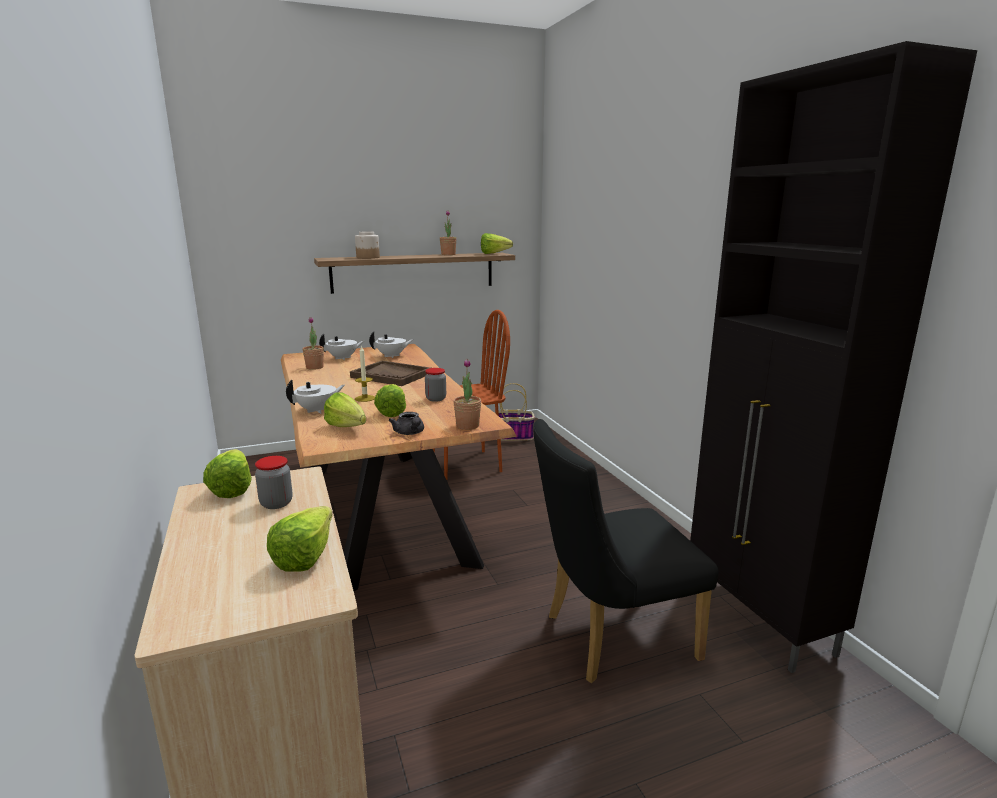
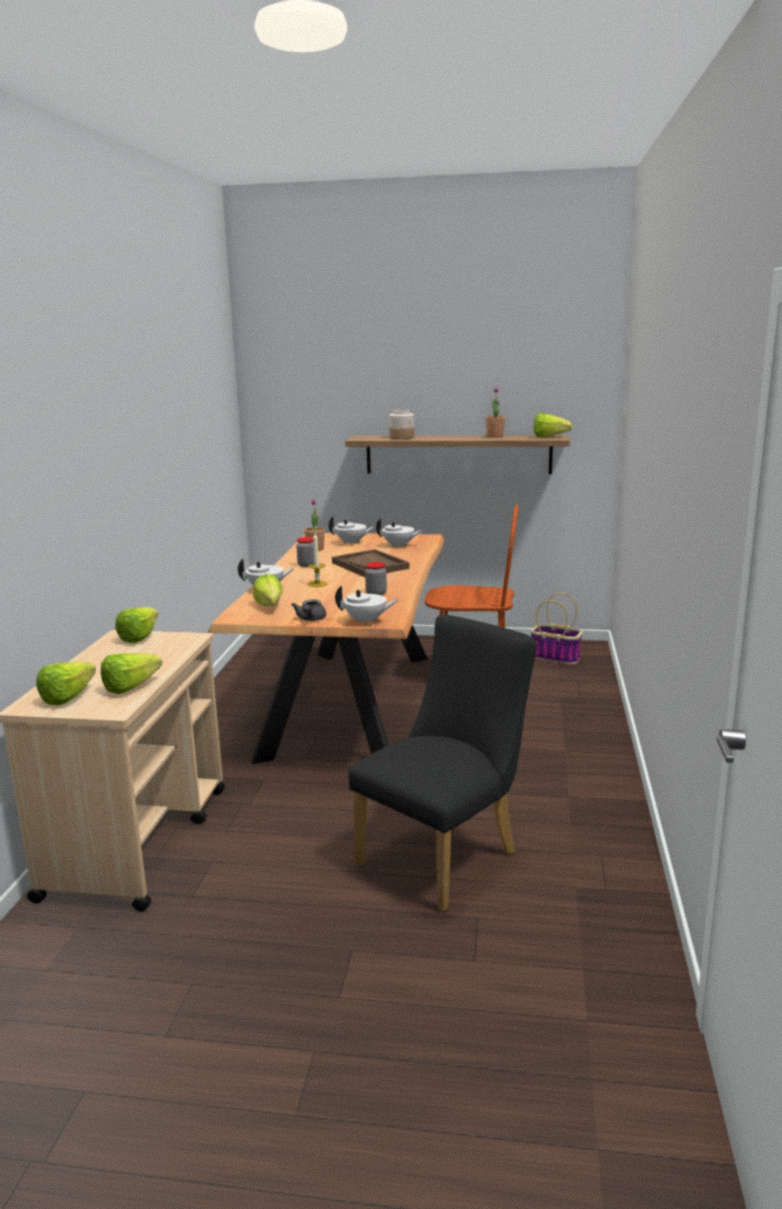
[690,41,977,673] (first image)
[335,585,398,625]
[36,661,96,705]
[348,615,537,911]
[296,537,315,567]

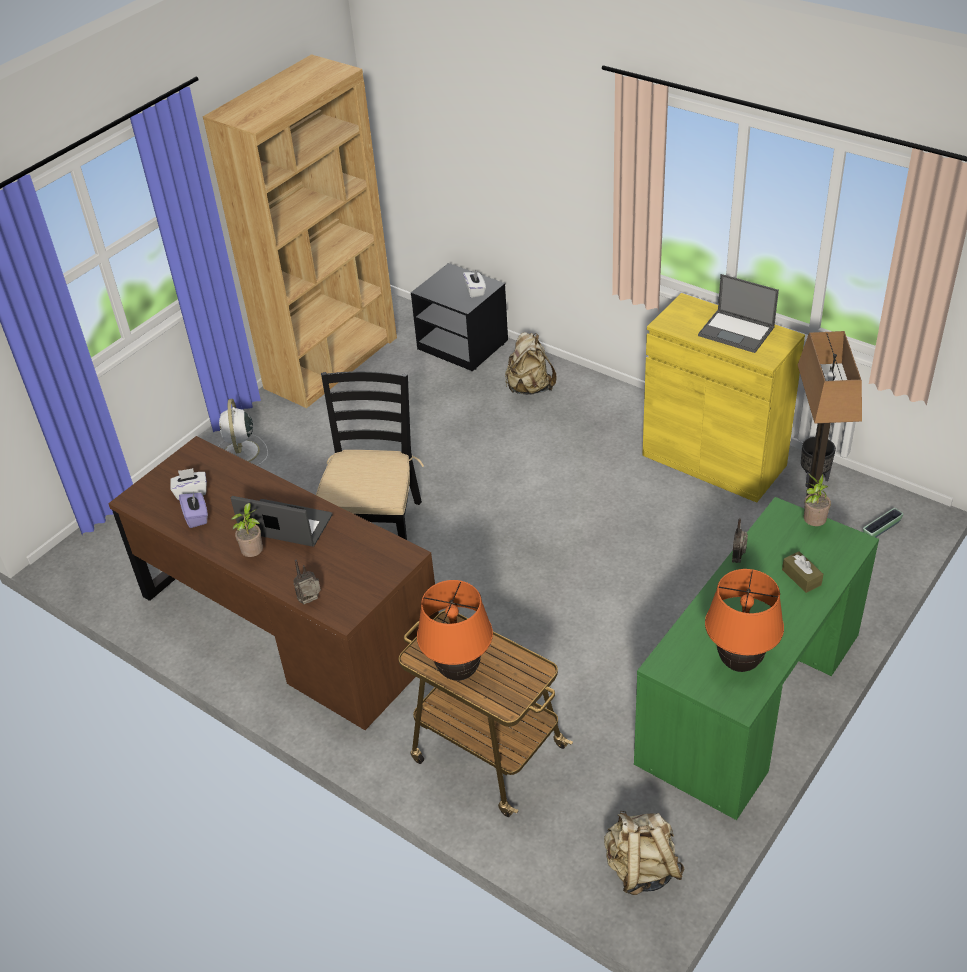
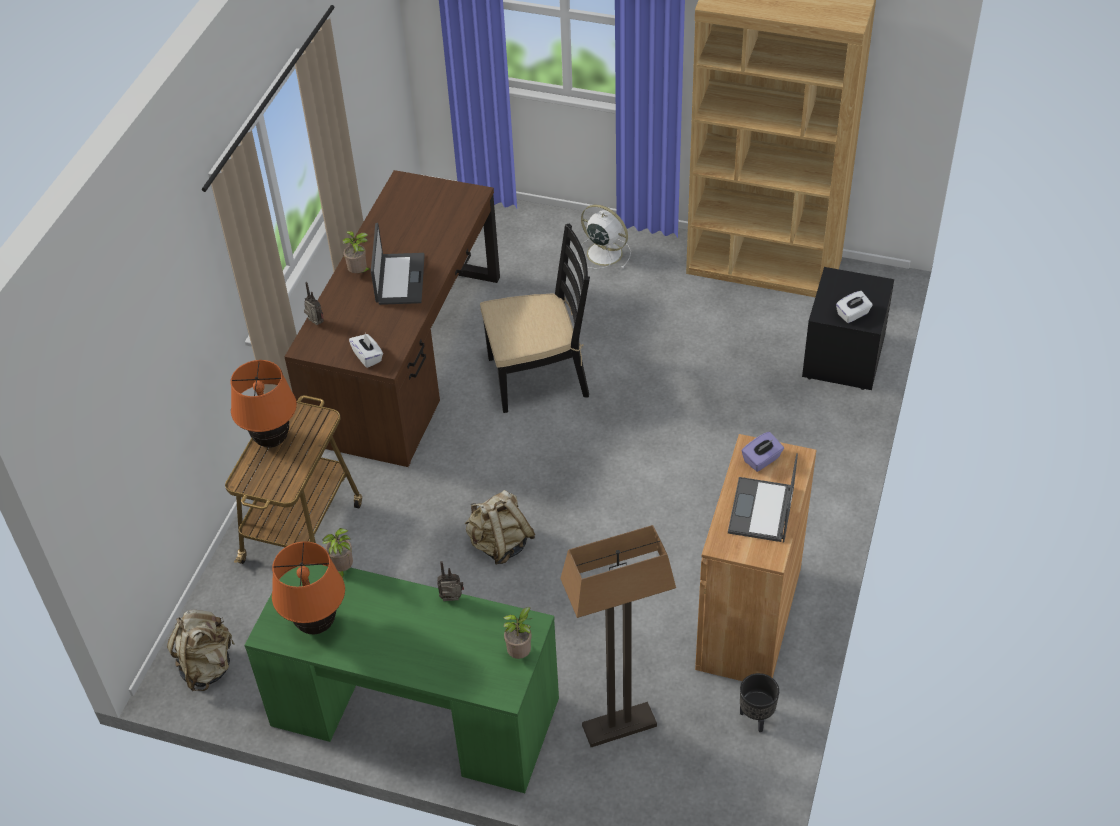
[695,434,816,681]
[465,490,535,565]
[577,205,631,269]
[349,334,383,368]
[741,432,784,472]
[863,508,904,537] (first image)
[782,551,823,593] (first image)
[322,528,353,578]

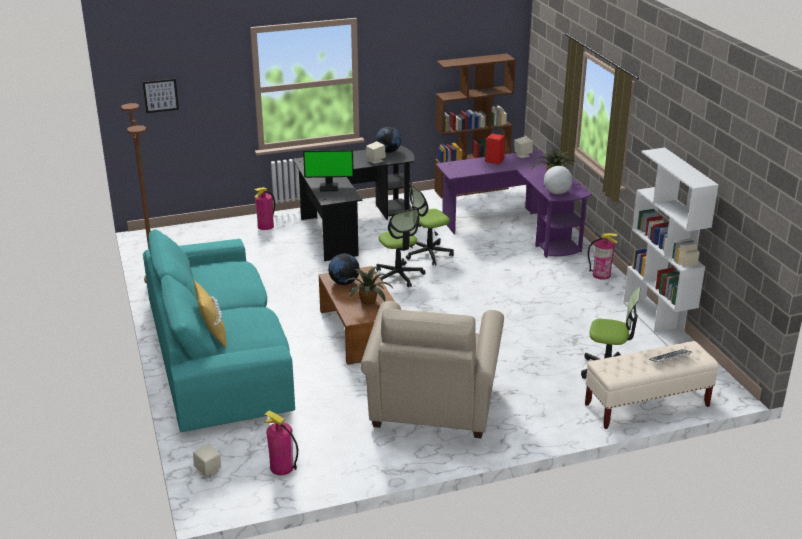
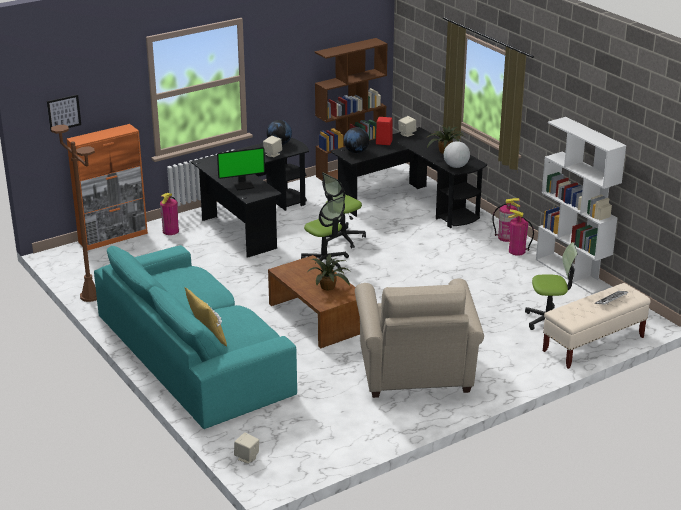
[330,127,487,228]
[344,127,369,153]
[508,209,534,256]
[67,124,148,251]

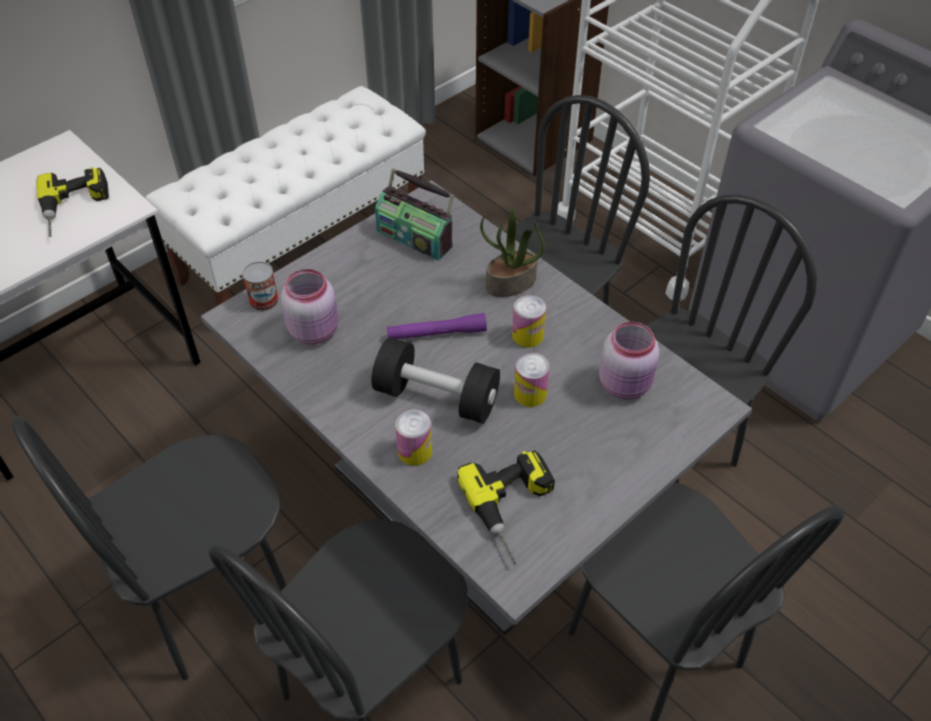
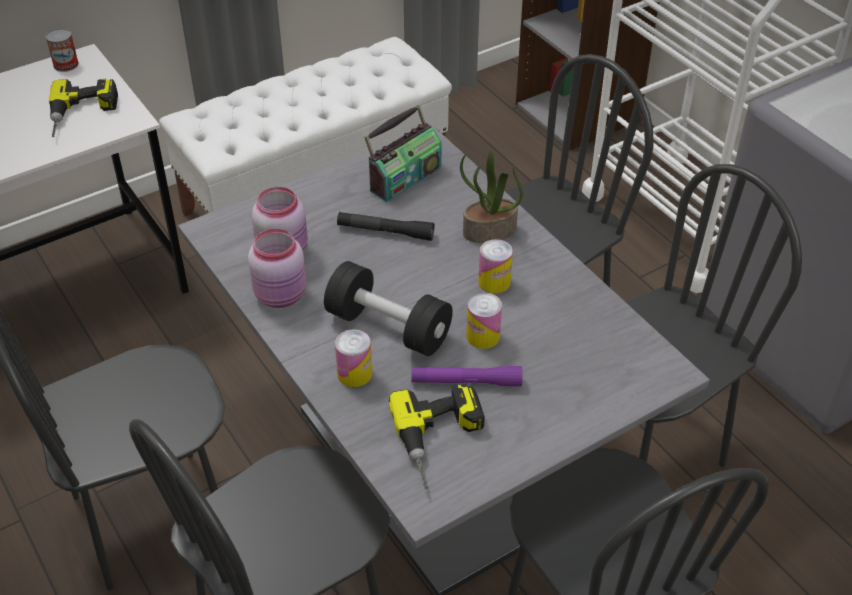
[364,105,442,202]
[45,28,79,72]
[411,366,522,387]
[248,228,306,308]
[337,212,435,241]

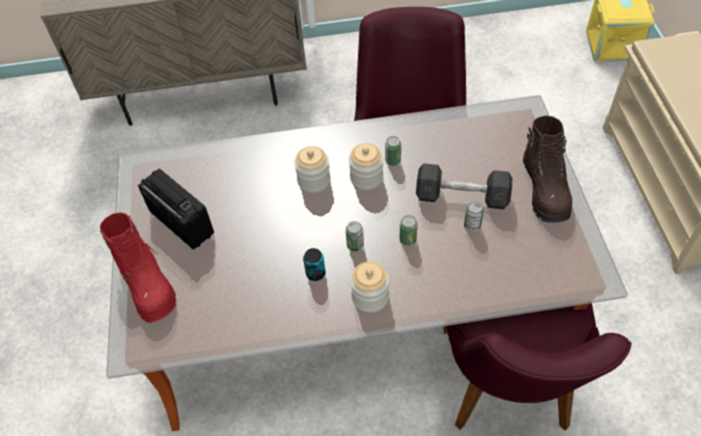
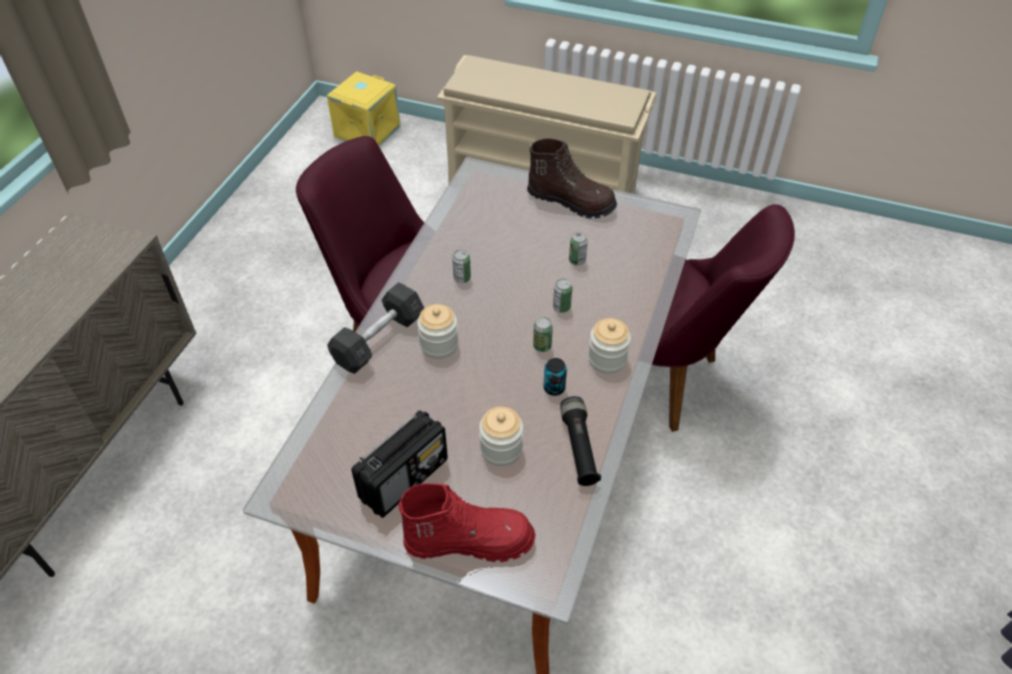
[479,407,523,466]
[327,282,424,374]
[351,410,448,518]
[560,396,601,486]

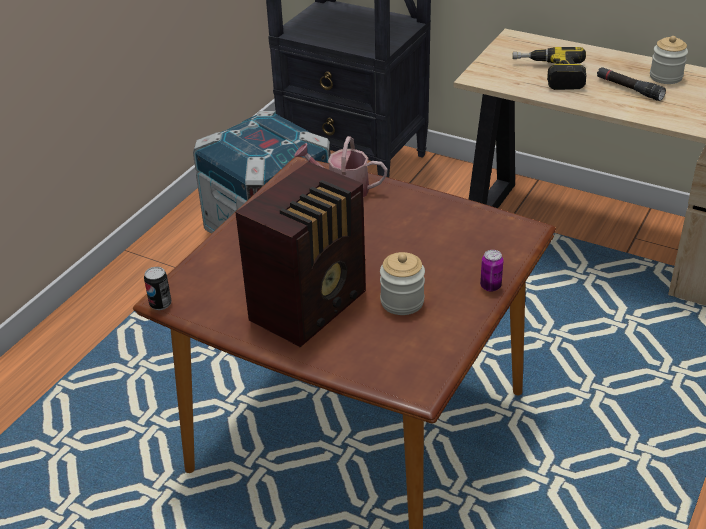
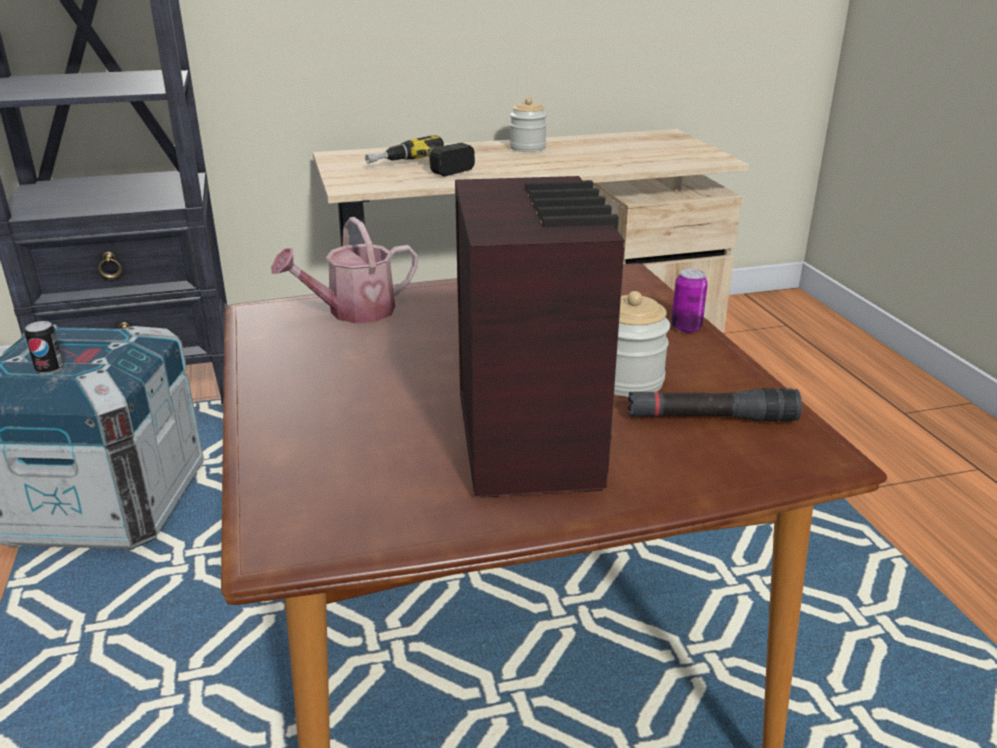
[628,388,802,422]
[25,321,64,375]

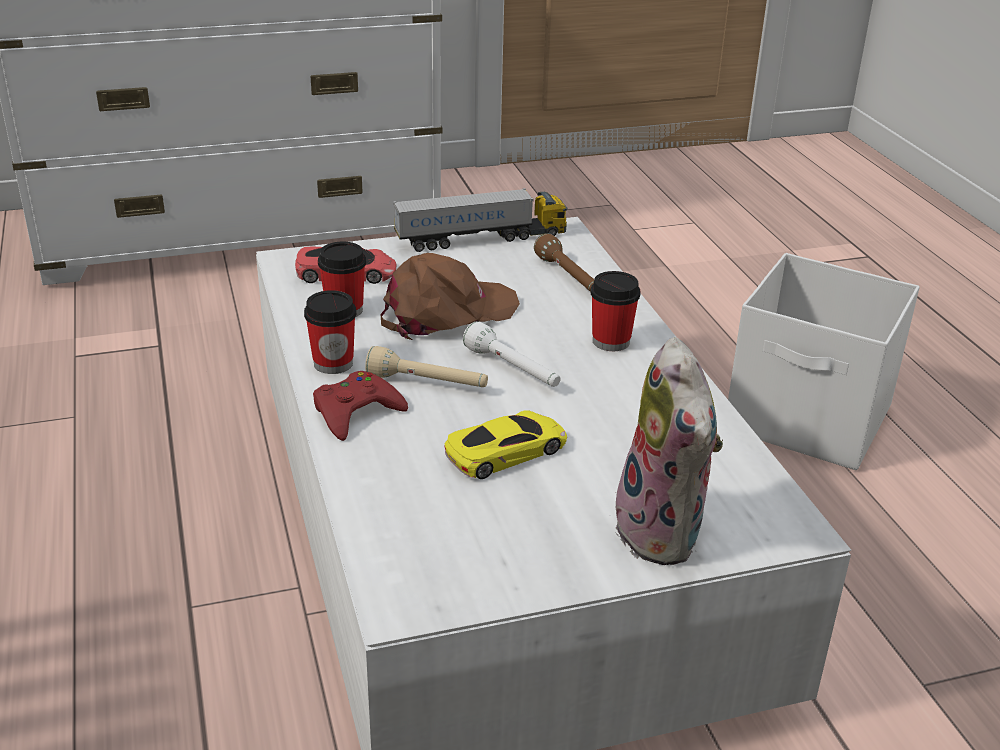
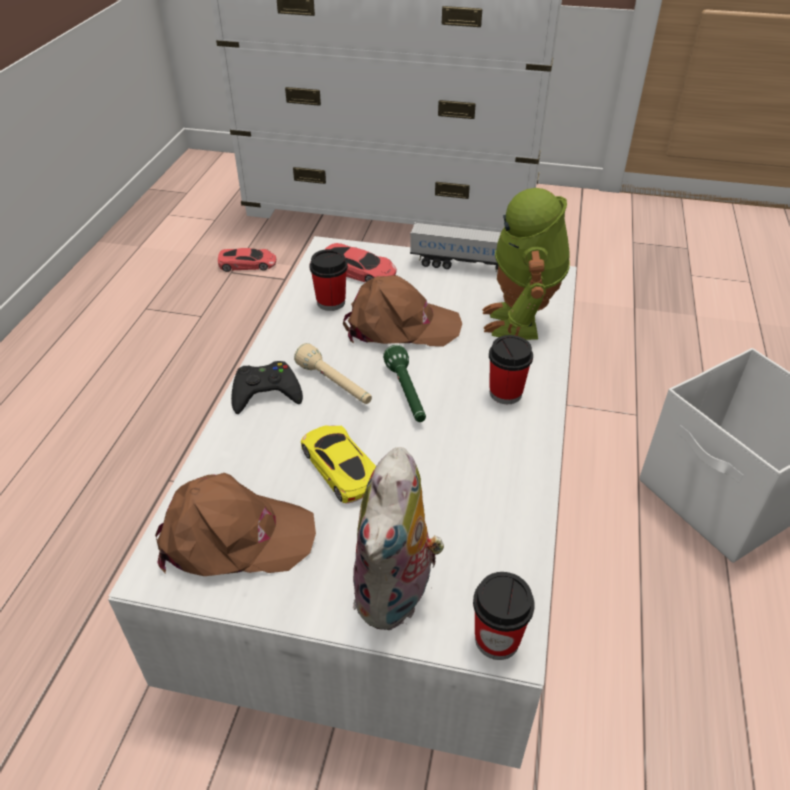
[482,188,570,340]
[473,572,535,660]
[383,345,426,422]
[231,361,303,414]
[301,425,376,504]
[218,248,276,272]
[155,473,316,576]

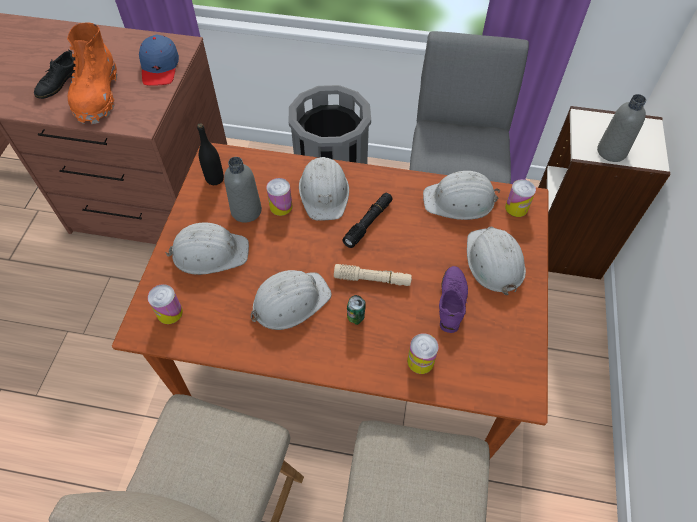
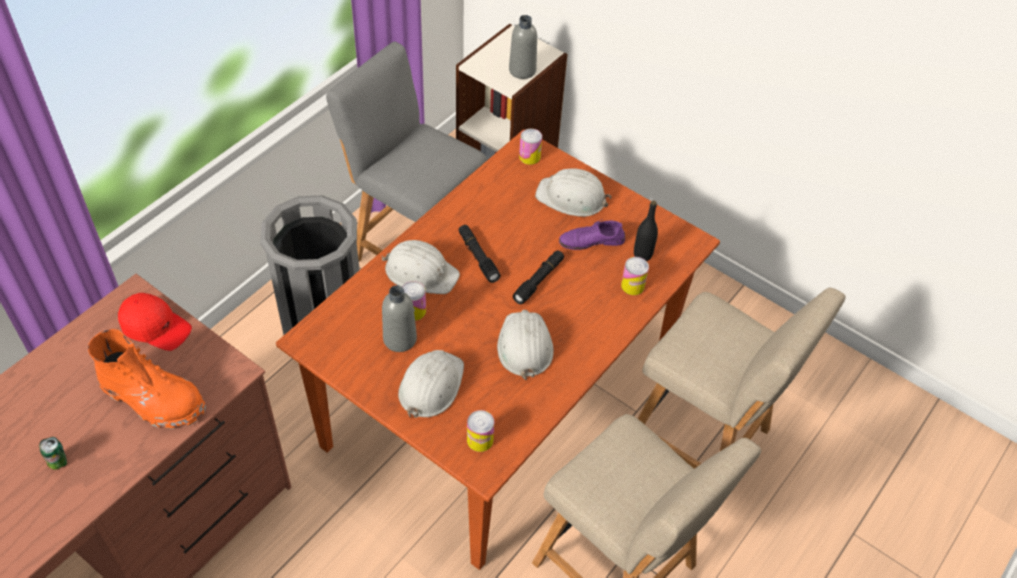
[118,293,192,351]
[34,50,75,99] (first image)
[634,201,658,261]
[423,171,500,220] (first image)
[513,250,564,304]
[559,219,625,250]
[39,437,67,470]

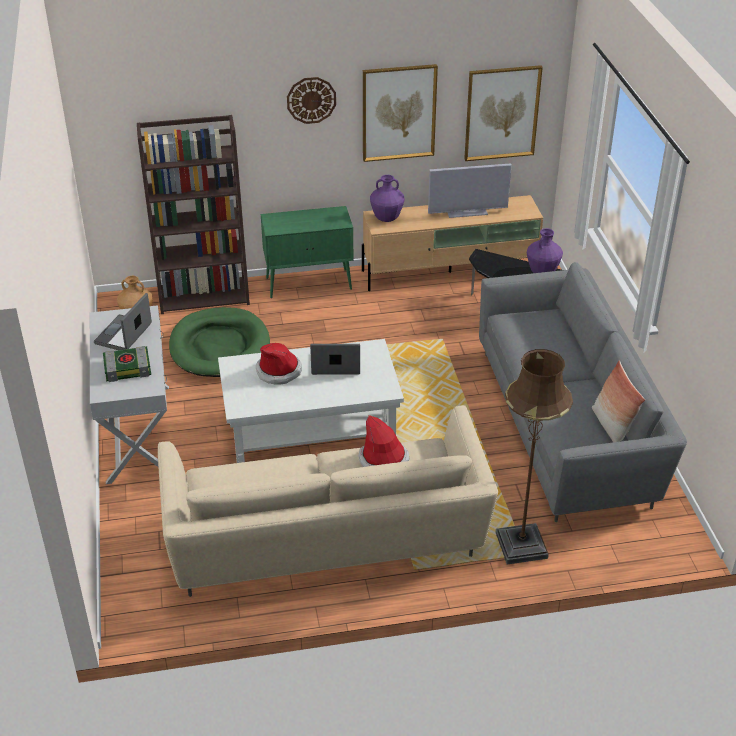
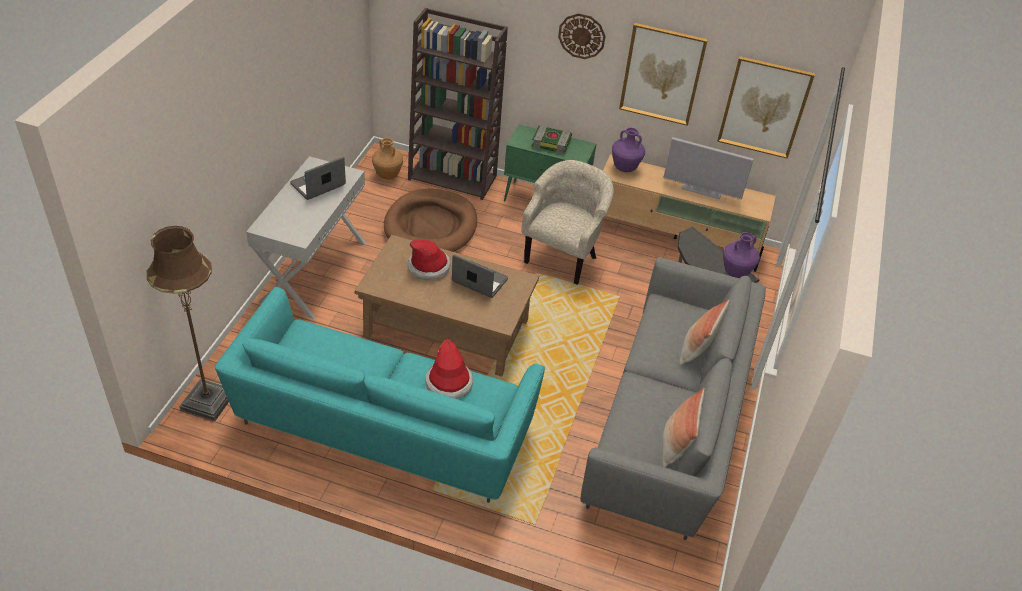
[384,189,477,252]
[355,235,539,377]
[532,125,572,154]
[147,226,229,421]
[215,287,545,503]
[522,160,614,285]
[679,299,730,365]

